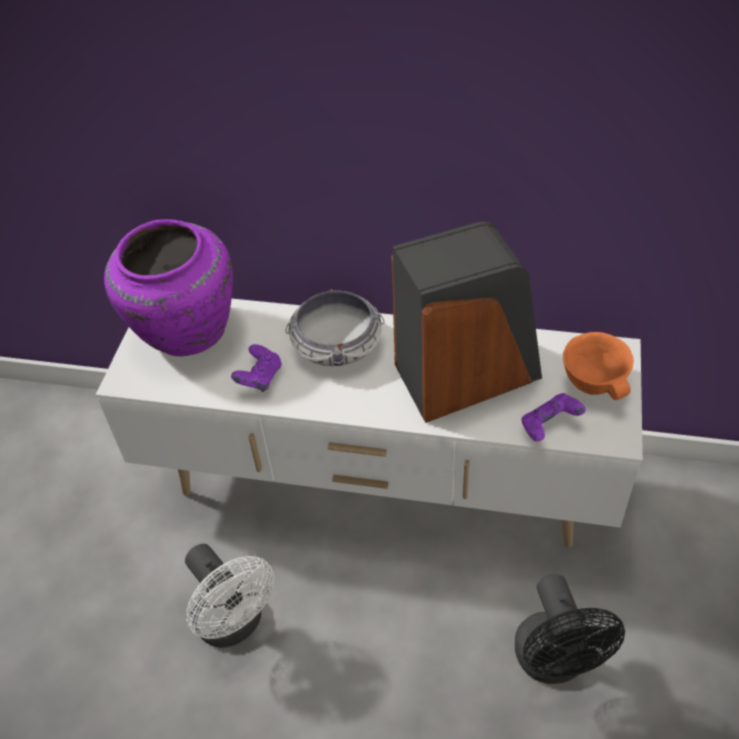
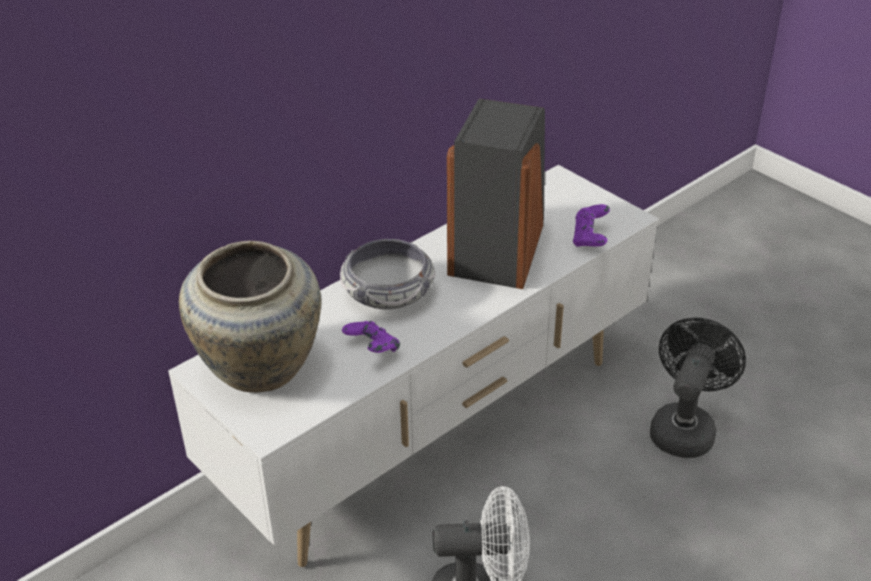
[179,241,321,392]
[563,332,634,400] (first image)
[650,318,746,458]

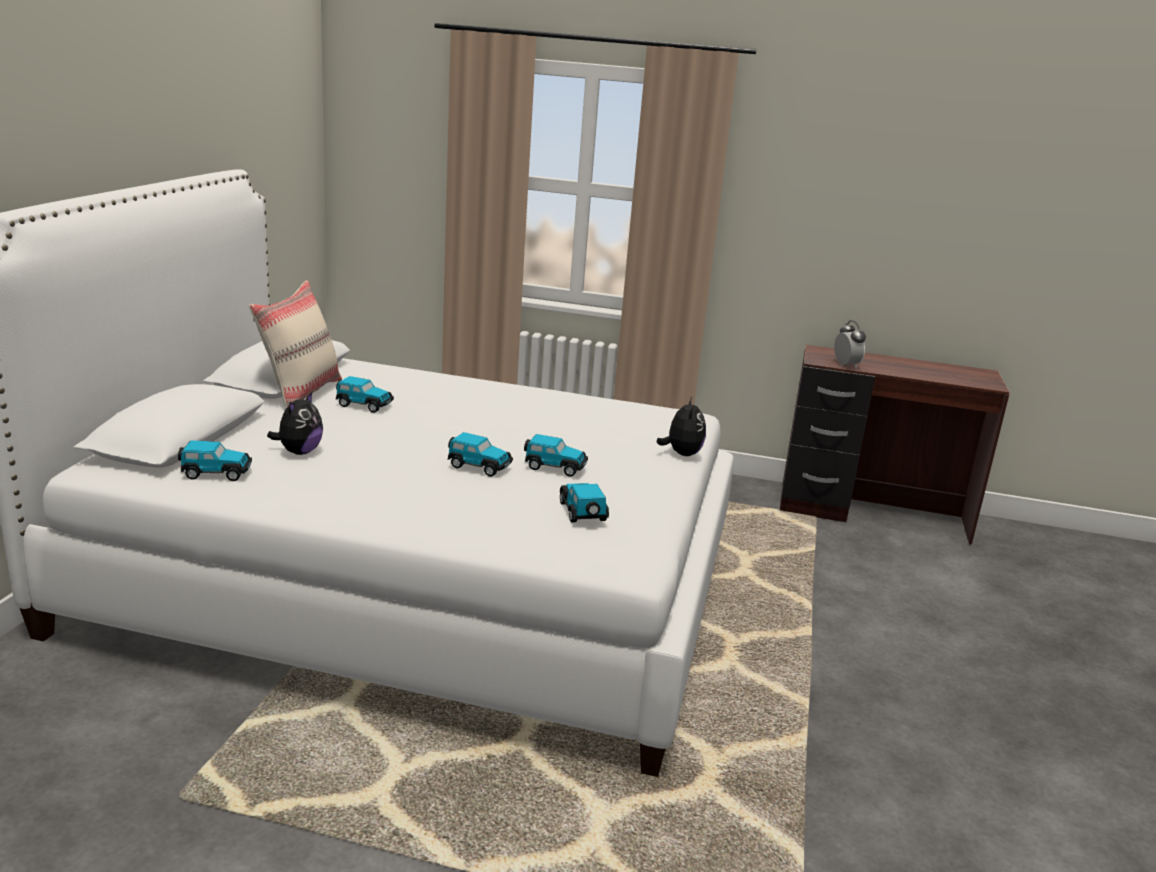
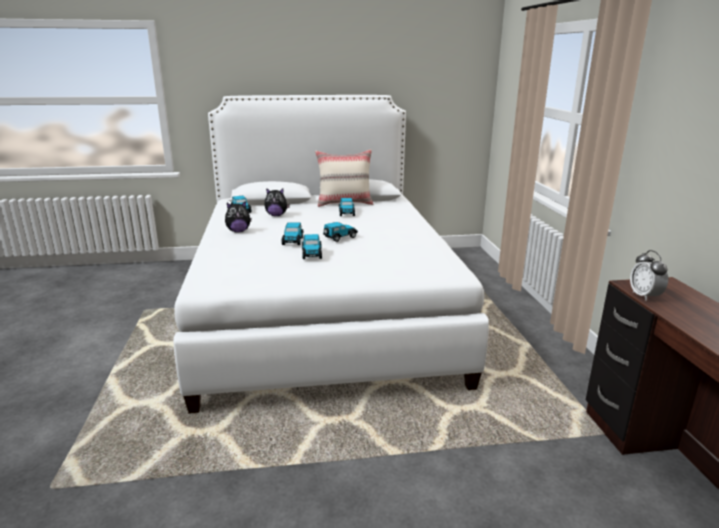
[630,250,668,301]
[225,201,252,233]
[323,222,358,242]

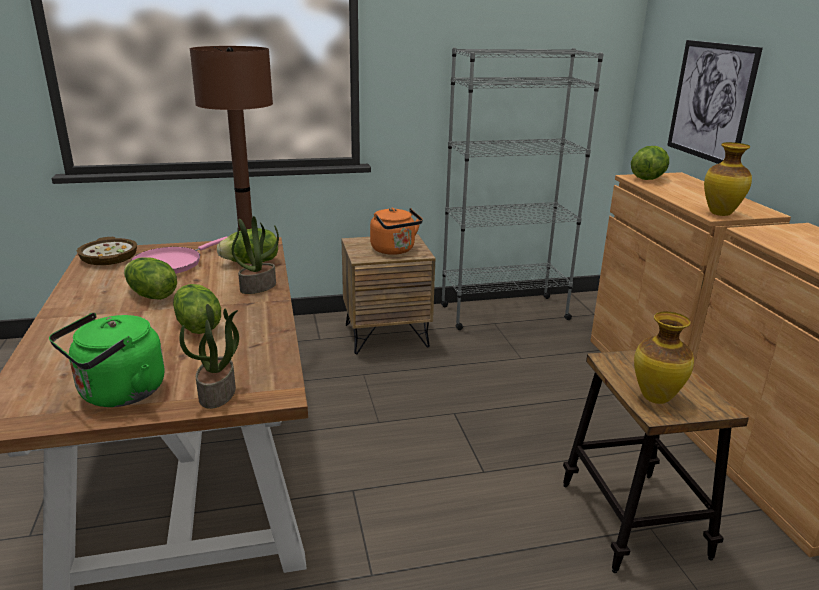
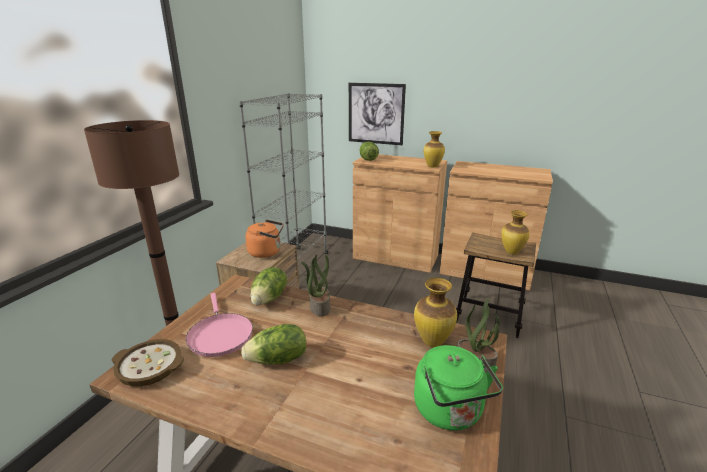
[173,284,221,334] (first image)
[414,278,457,347]

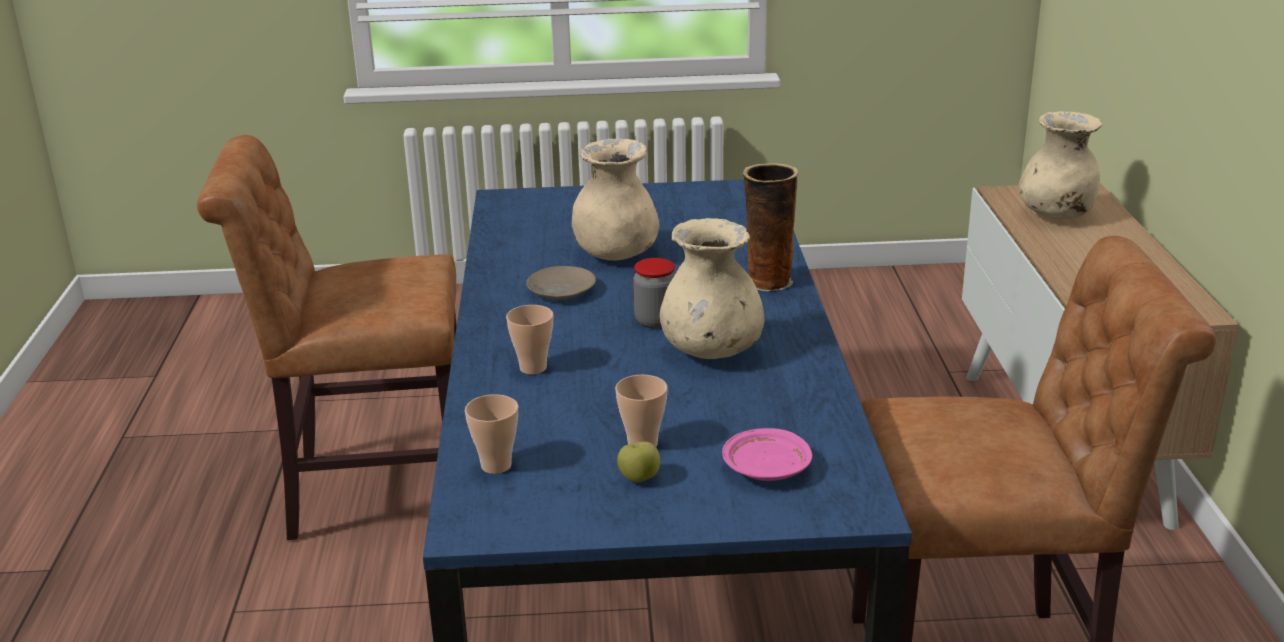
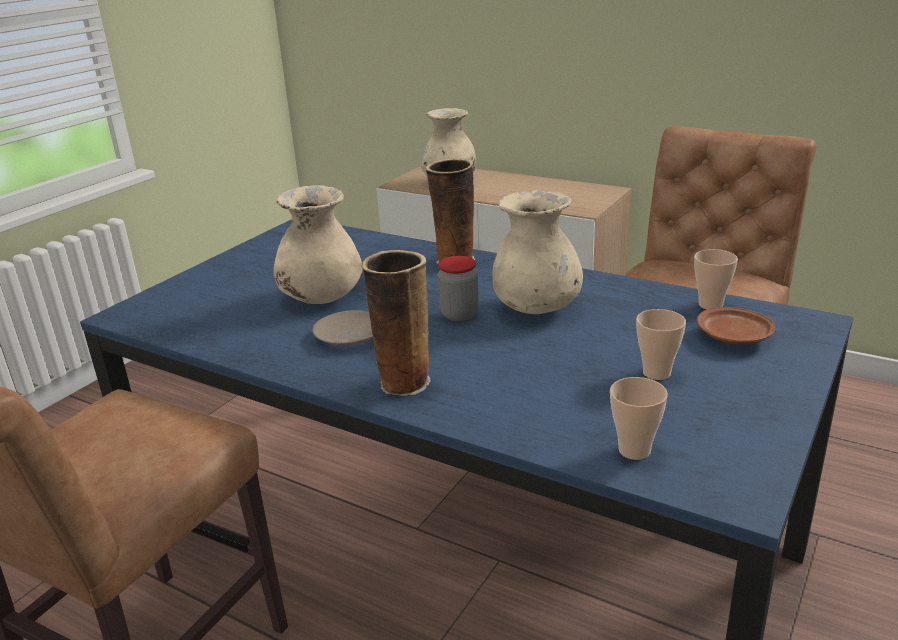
[694,249,738,309]
[697,307,775,344]
[617,442,660,483] (first image)
[361,250,431,396]

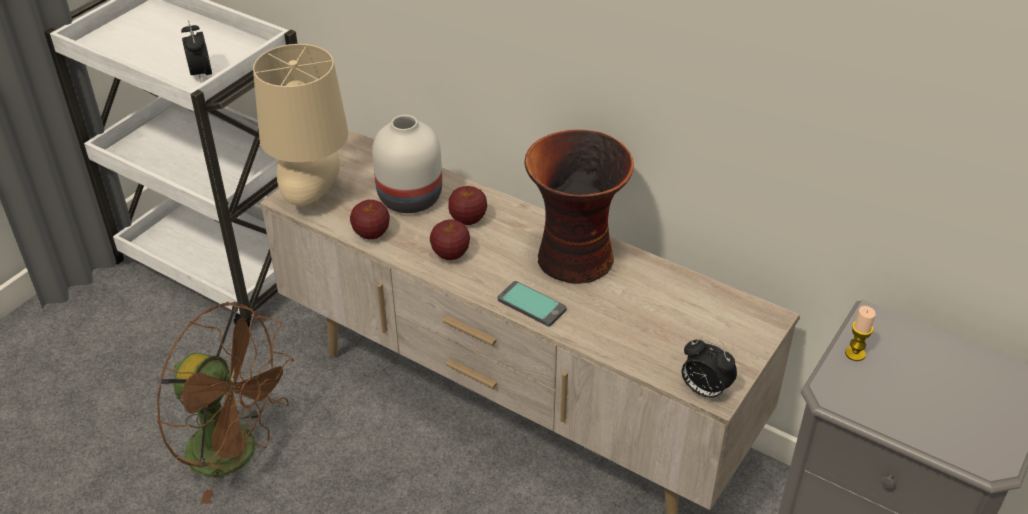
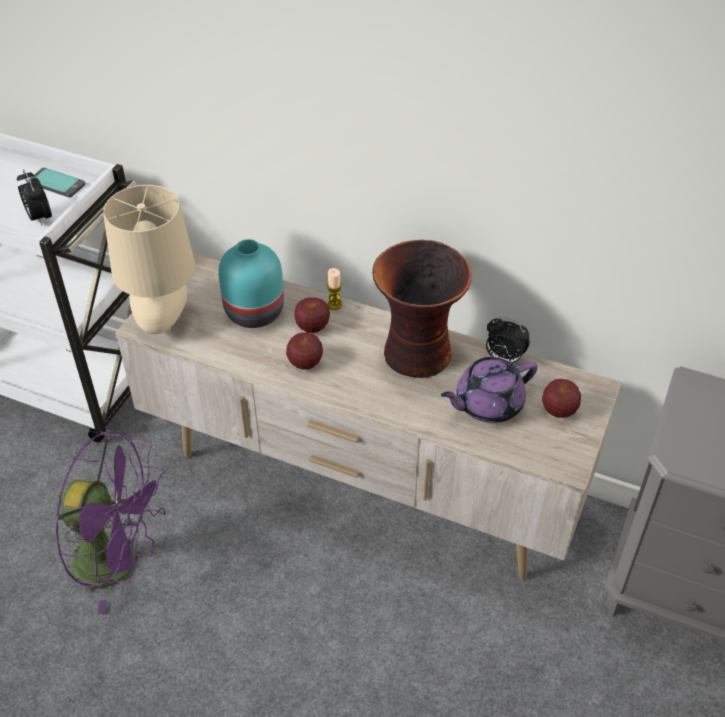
[218,239,284,328]
[542,379,581,418]
[28,168,85,198]
[54,430,166,614]
[327,268,342,310]
[486,317,530,365]
[441,357,538,423]

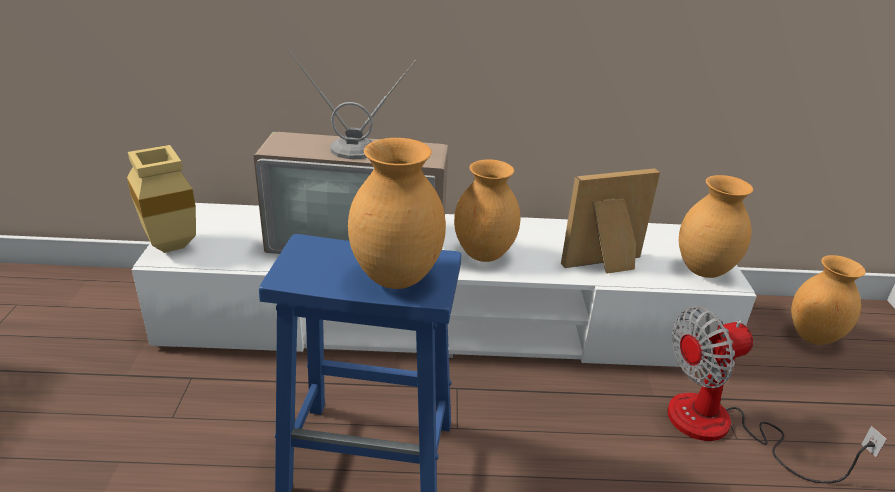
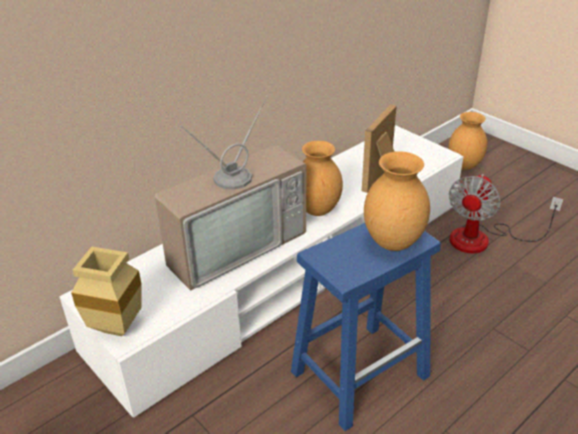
[679,175,753,278] (first image)

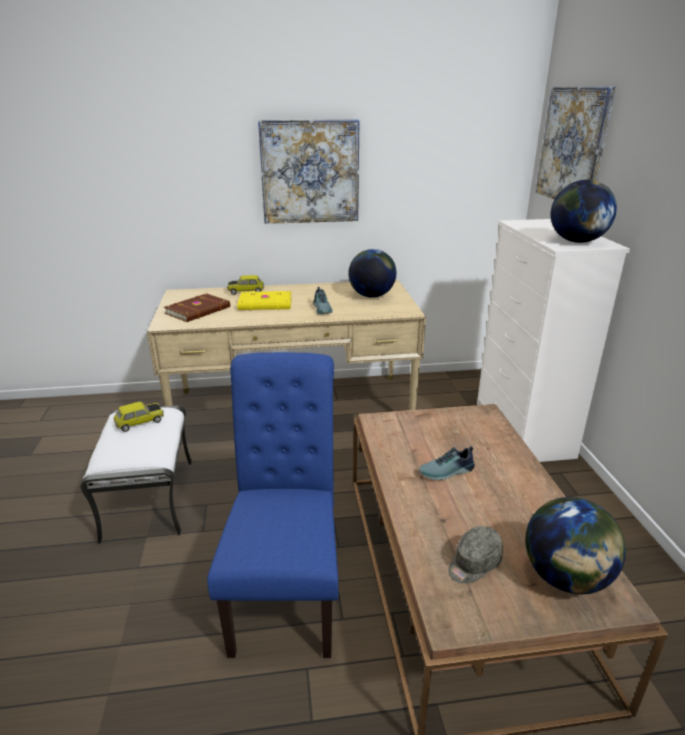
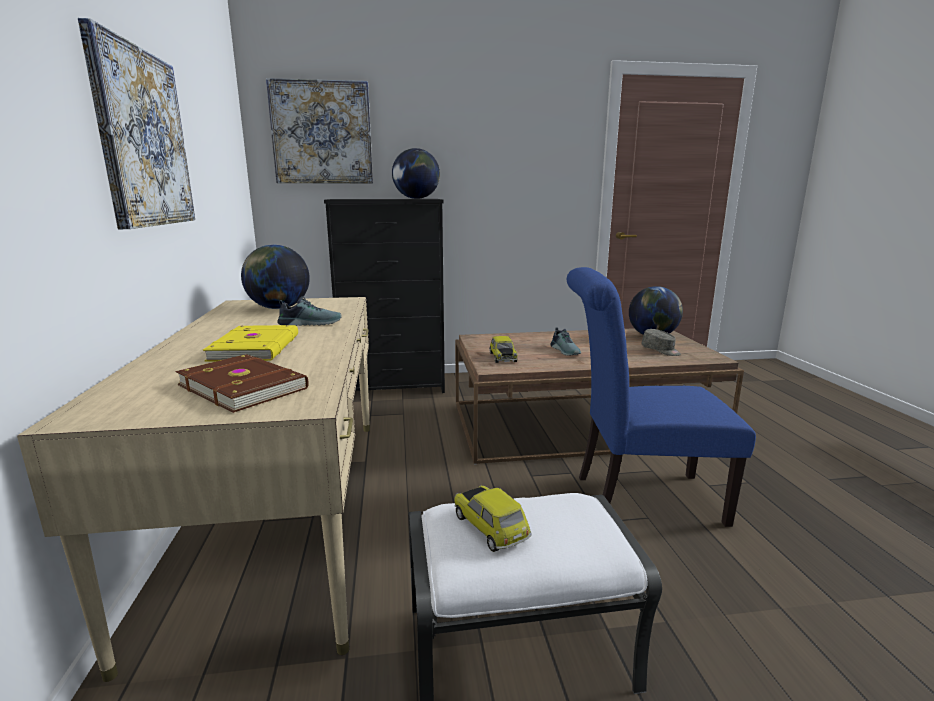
[324,199,445,393]
[490,336,517,363]

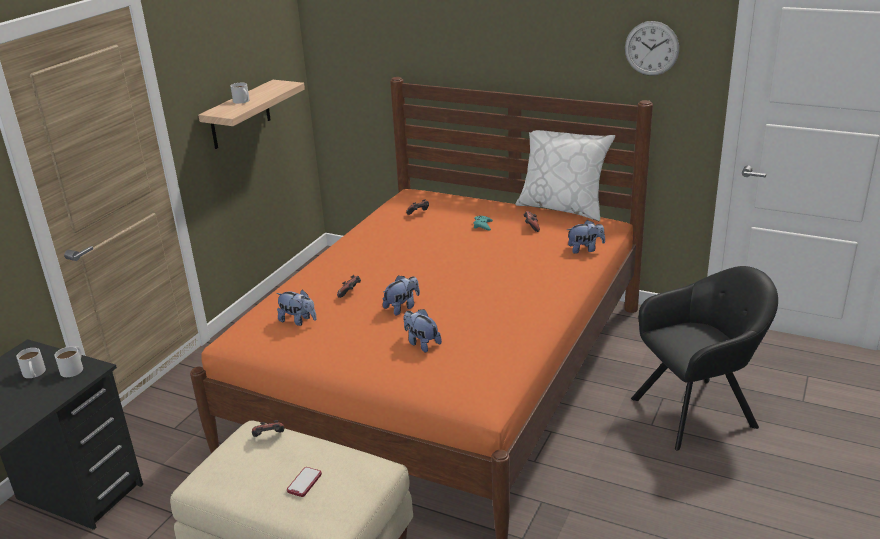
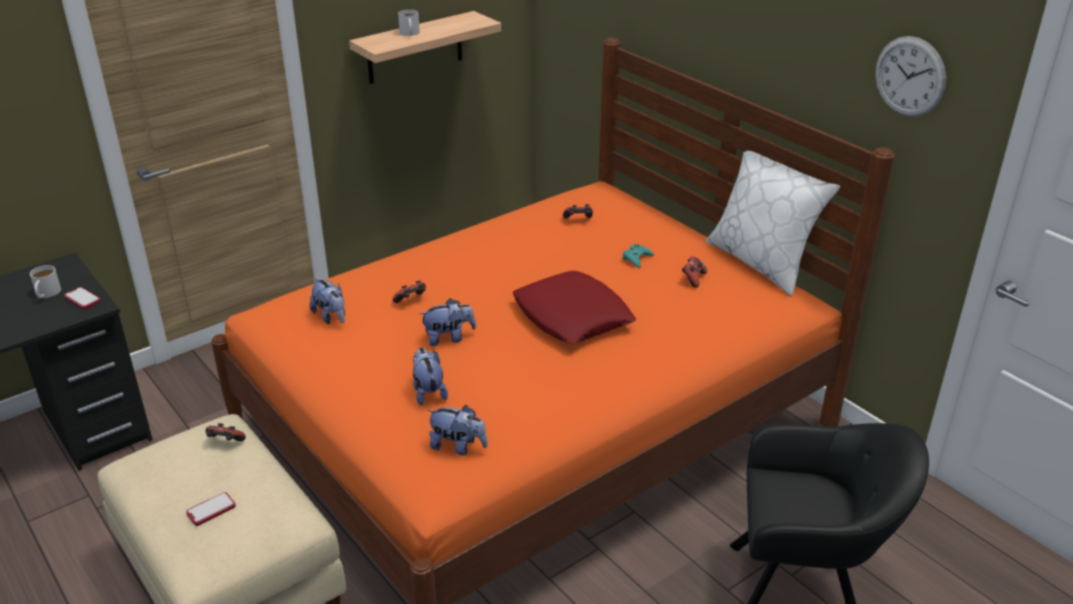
[427,405,488,455]
[64,287,101,310]
[512,271,636,344]

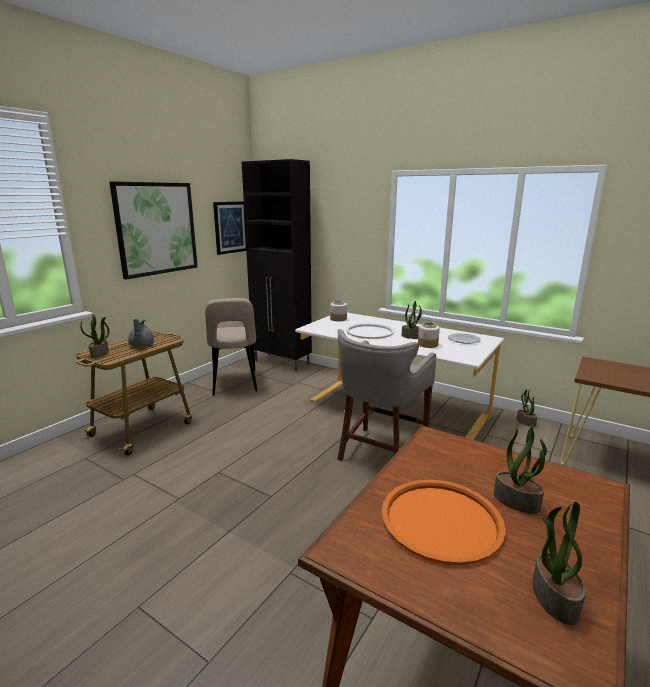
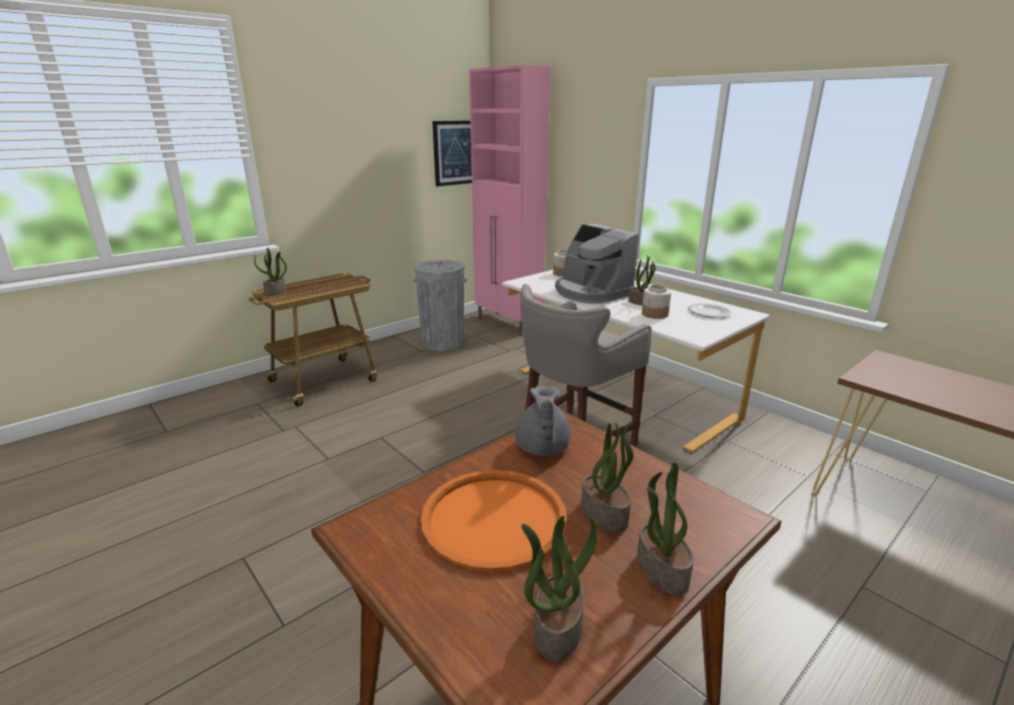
[469,65,551,336]
[109,181,198,279] (first image)
[414,260,467,351]
[516,386,571,456]
[555,224,639,304]
[637,462,694,595]

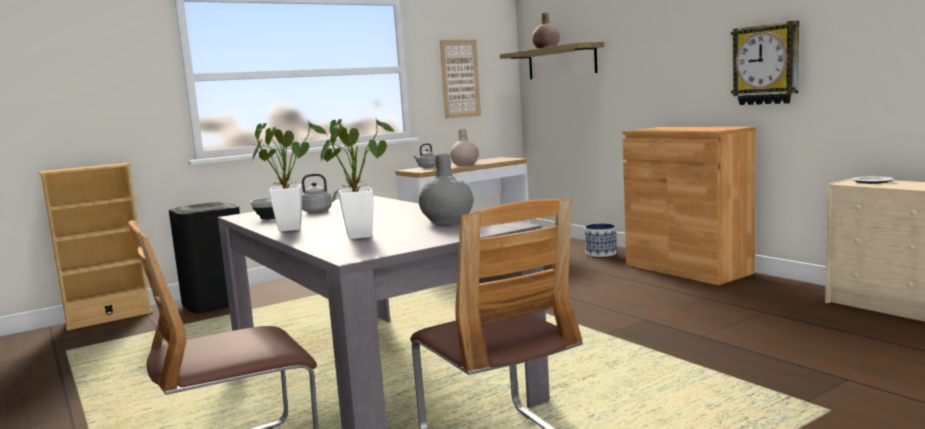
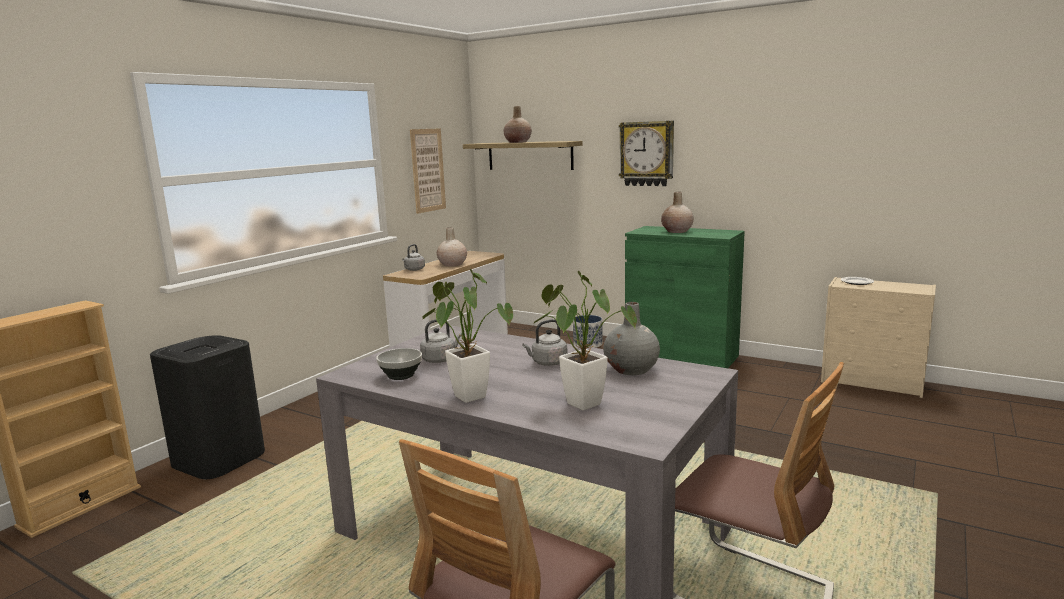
[619,121,674,186]
[625,226,745,368]
[661,192,694,233]
[522,319,567,366]

